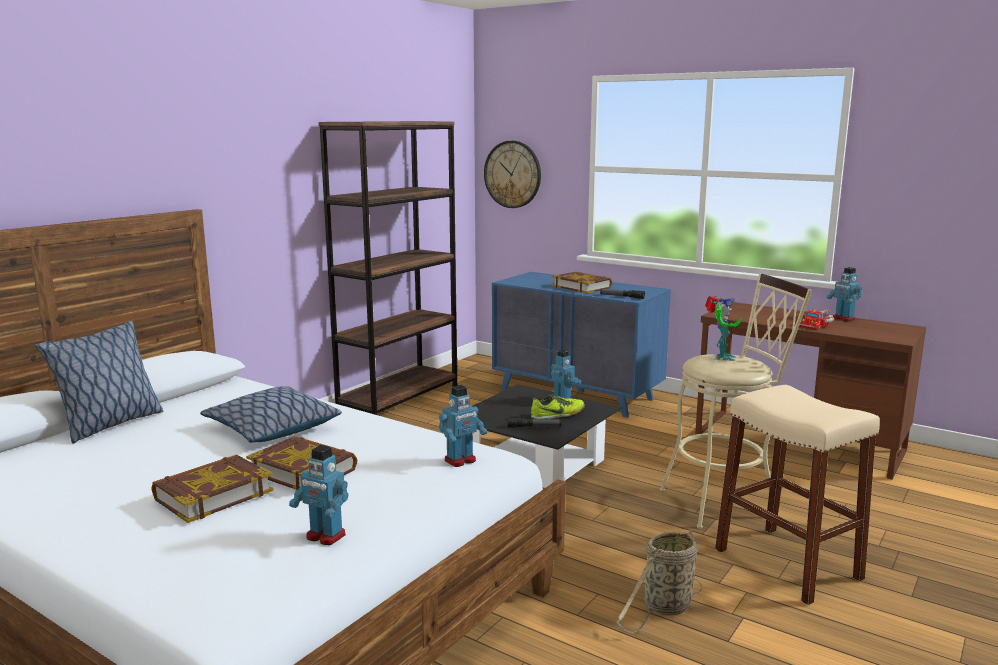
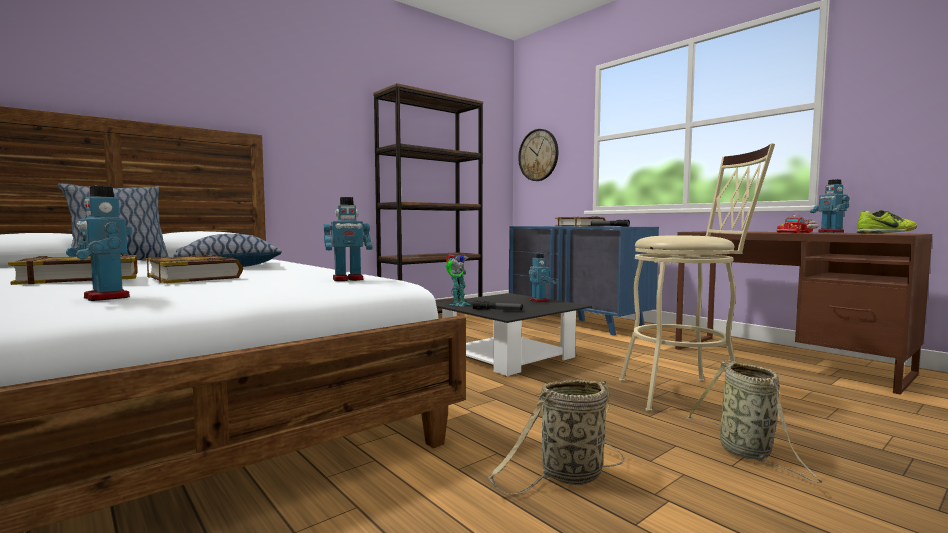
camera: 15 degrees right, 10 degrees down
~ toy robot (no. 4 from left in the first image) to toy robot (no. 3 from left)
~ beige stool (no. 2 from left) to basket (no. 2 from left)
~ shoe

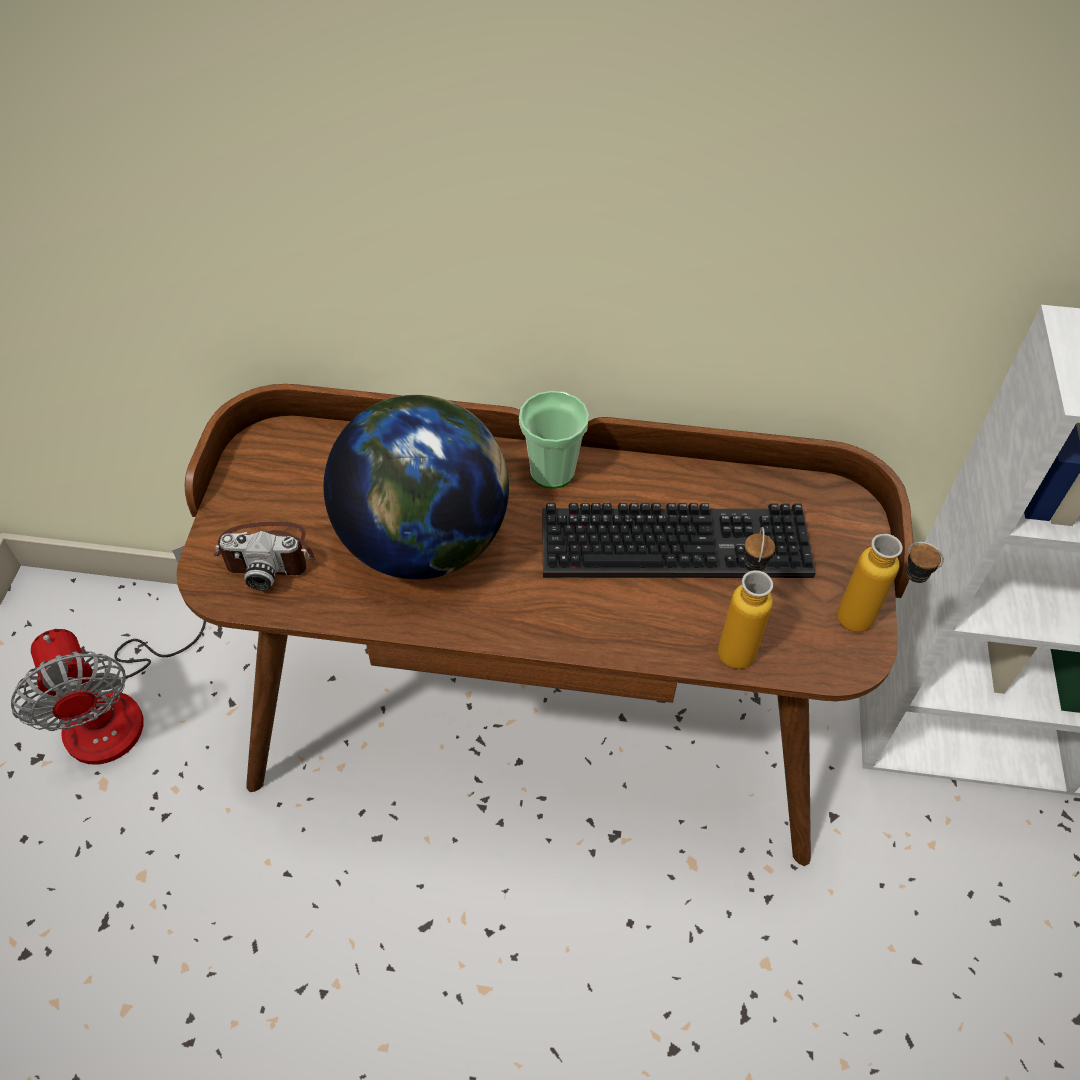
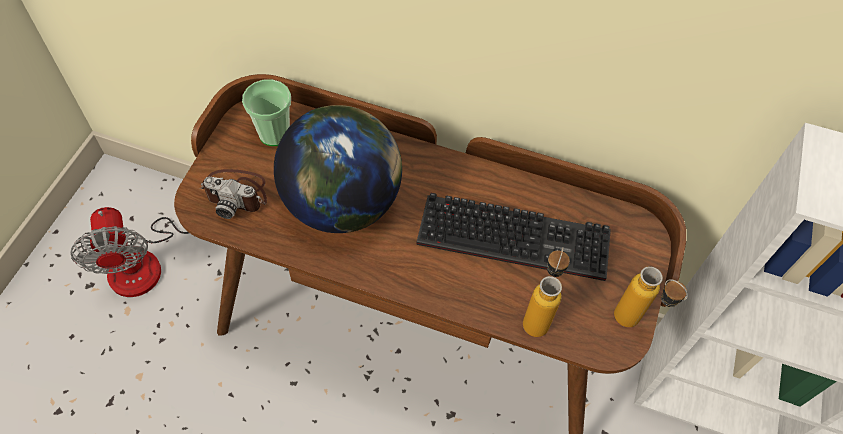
camera: 10 degrees right, 5 degrees up
~ cup

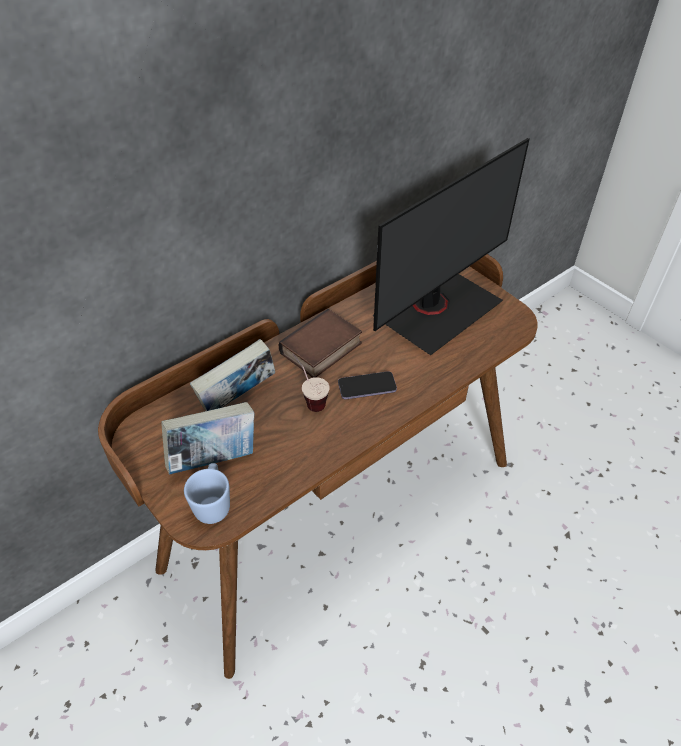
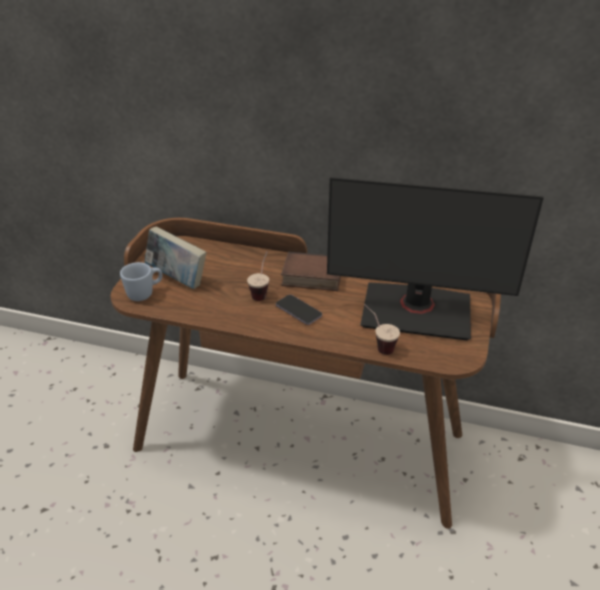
camera: 55 degrees right, 10 degrees down
- book (no. 2 from left)
+ cup (no. 2 from left)

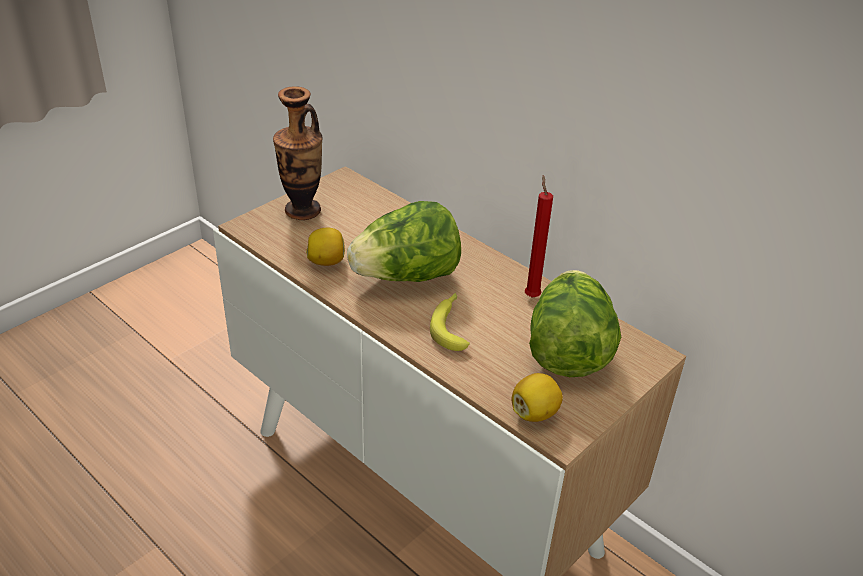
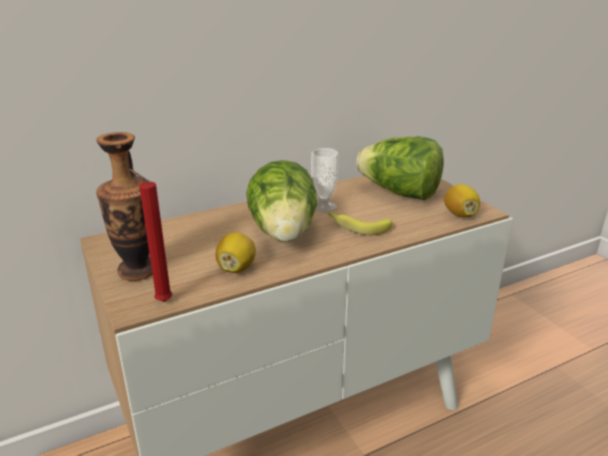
camera: 70 degrees left, 10 degrees down
~ red candle
+ cup

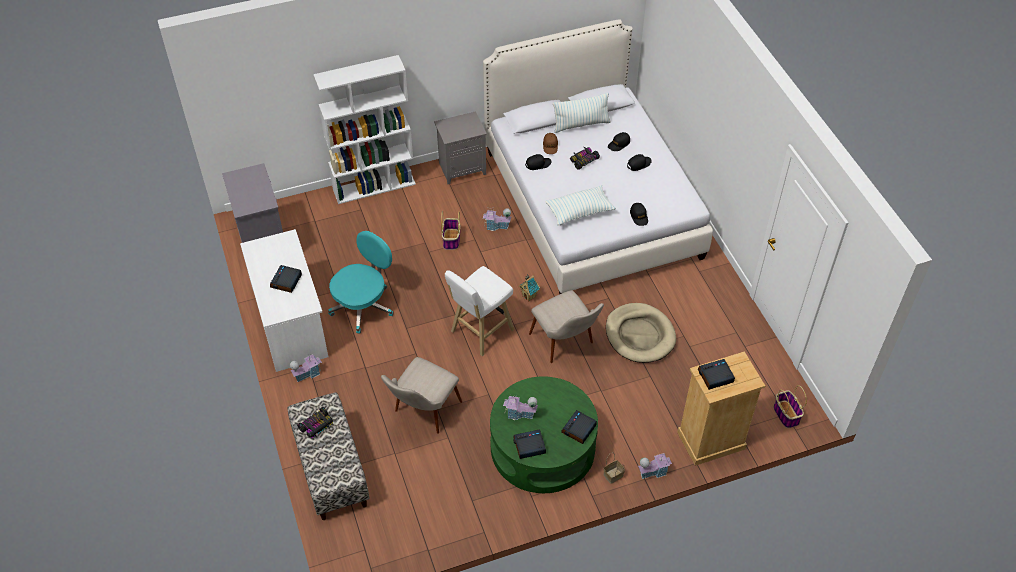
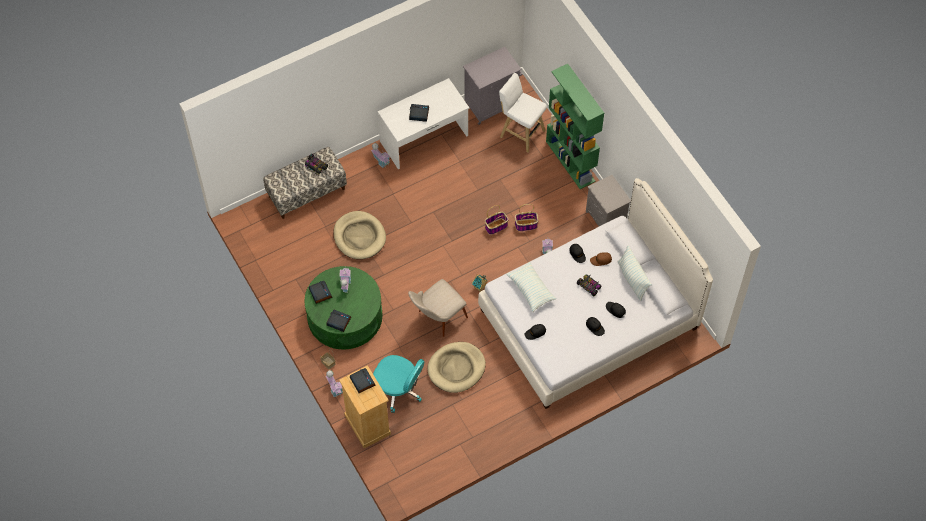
camera: 80 degrees right, 10 degrees up
~ white bookcase to green bookcase
~ turquoise office chair
~ white stool
~ beige chair (no. 1 from left) to beige dog bed (no. 1 from left)
~ basket (no. 3 from left in the first image) to basket (no. 2 from left)

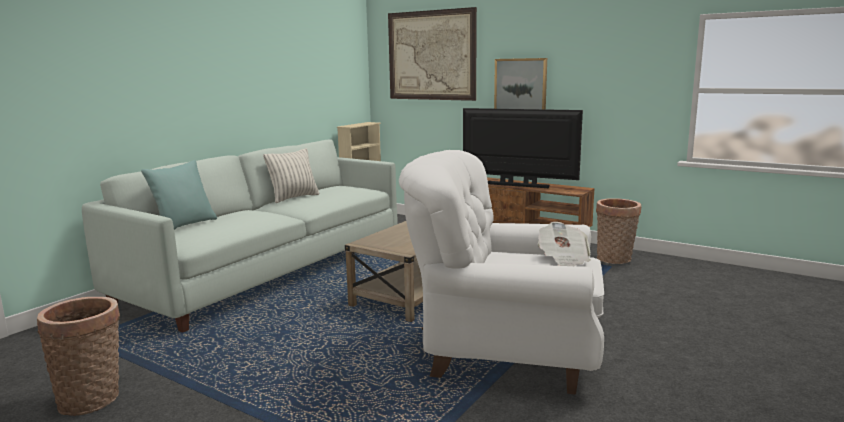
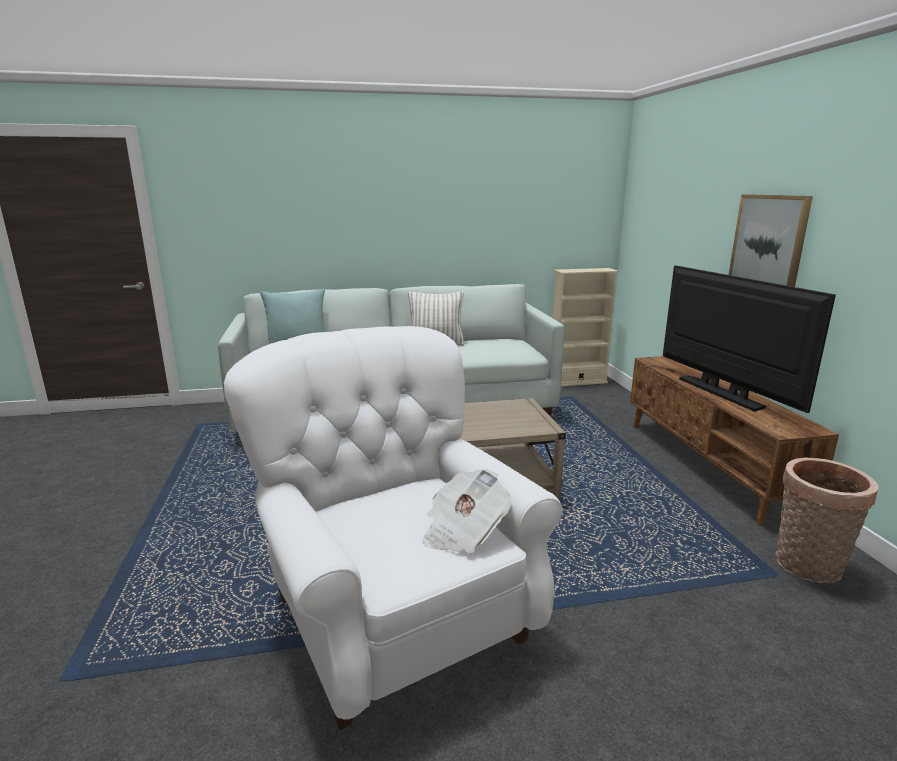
camera: 45 degrees right, 5 degrees up
- picture (no. 1 from left)
- basket (no. 1 from left)

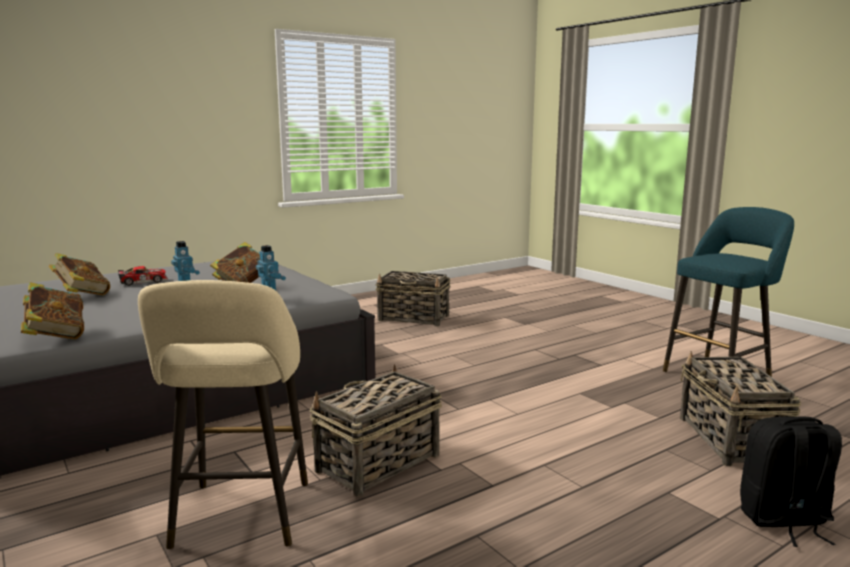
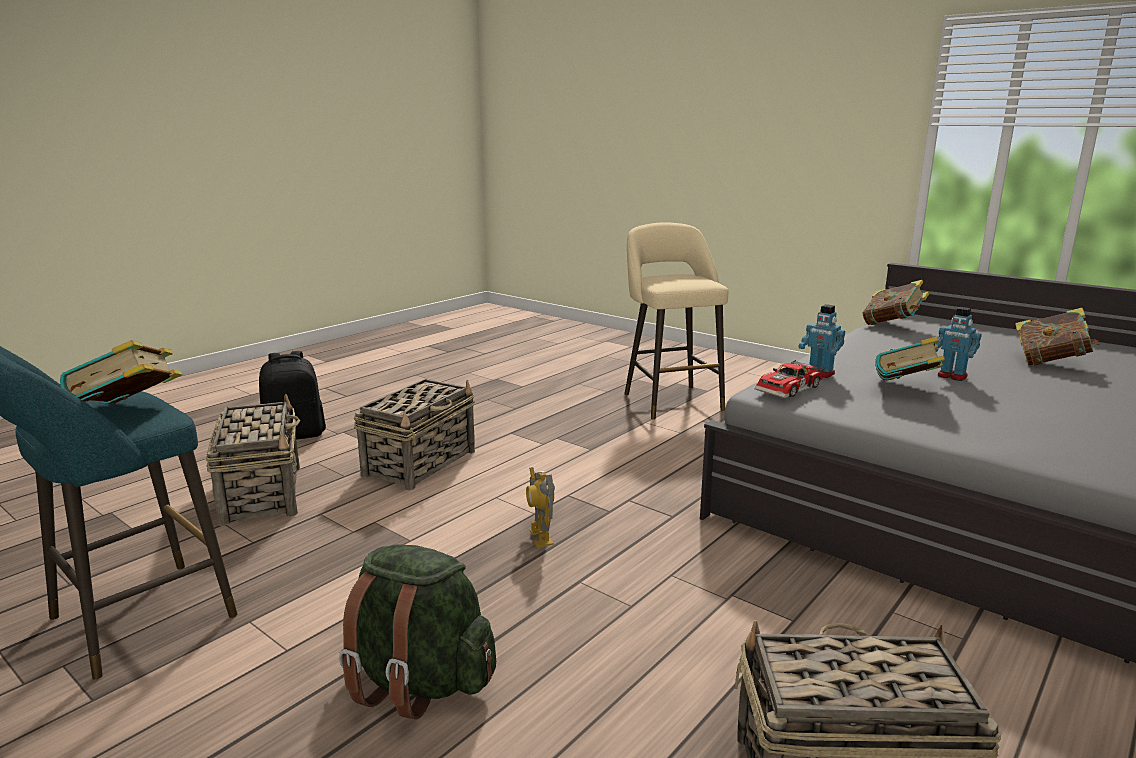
camera: 165 degrees right, 5 degrees up
~ toy car
~ basket (no. 1 from left in the first image) to basket (no. 2 from left)
+ book (no. 1 from left)
+ toy robot (no. 1 from left)
+ green backpack

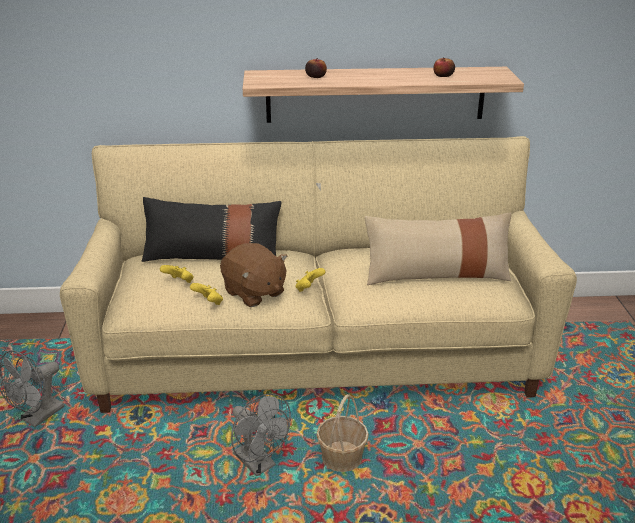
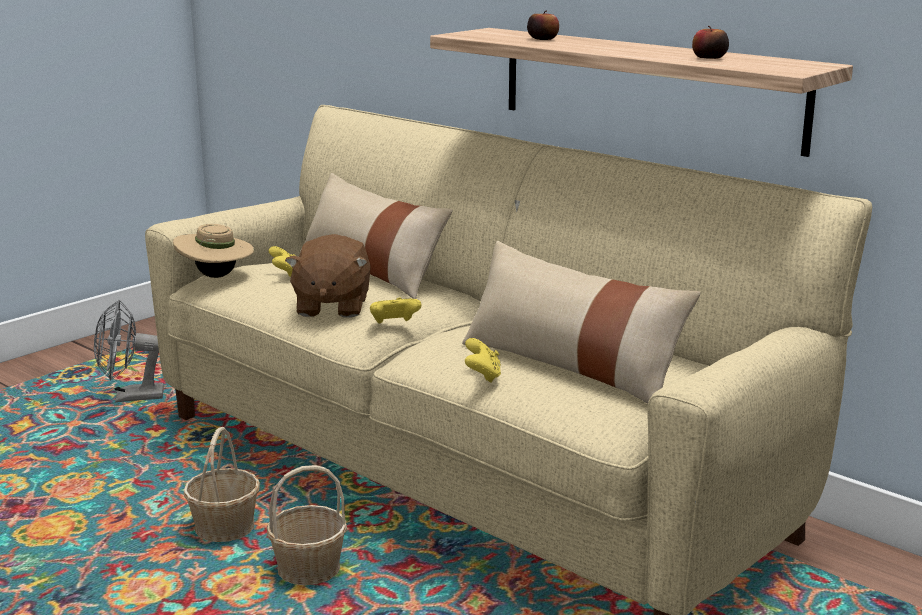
camera: 45 degrees right, 10 degrees down
~ black pillow to beige pillow (no. 1 from left)
~ yellow game controller (no. 2 from left in the first image) to yellow game controller (no. 3 from left)
~ grey fan (no. 2 from left) to basket (no. 1 from left)
+ beige hat

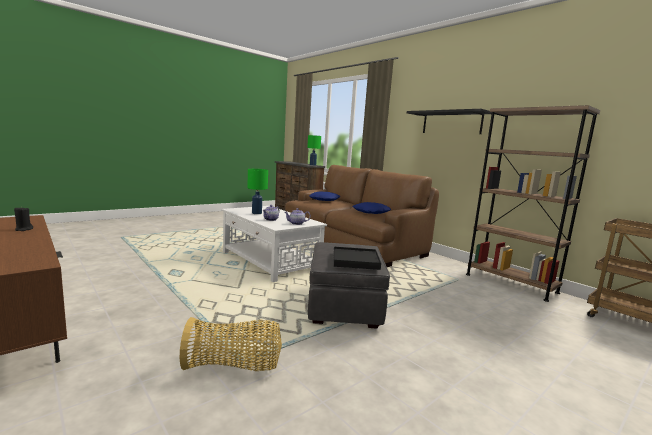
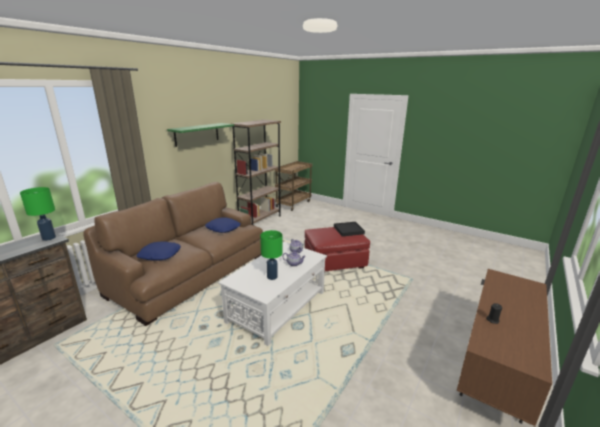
camera: 105 degrees left, 10 degrees up
~ black shelf to green shelf
~ grey ottoman to red ottoman
- basket

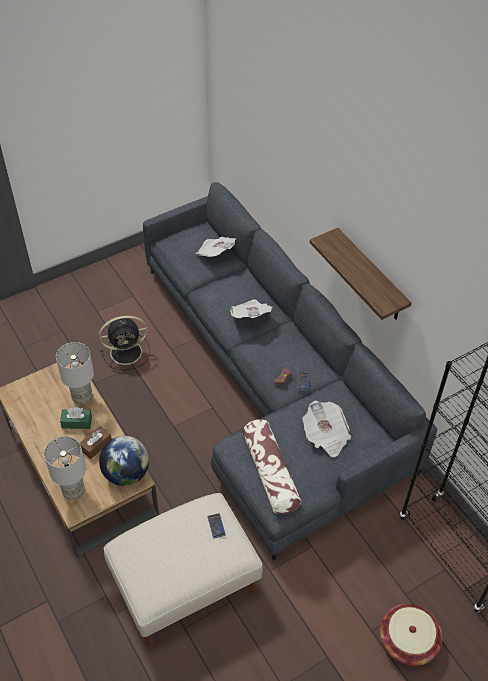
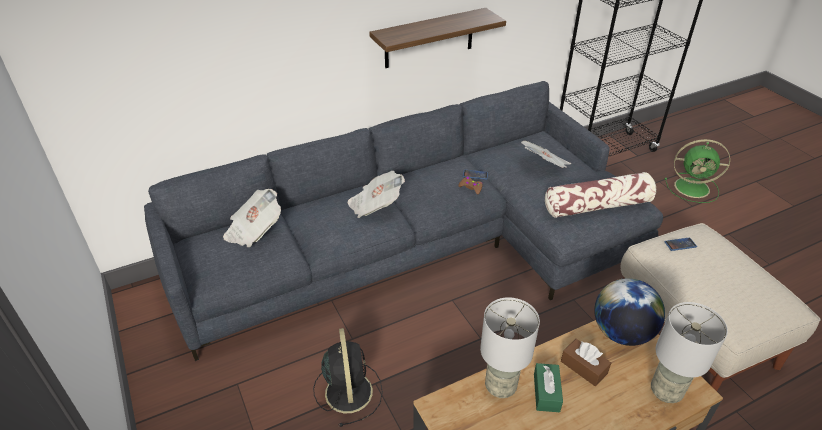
camera: 85 degrees left, 10 degrees down
~ basket to green fan

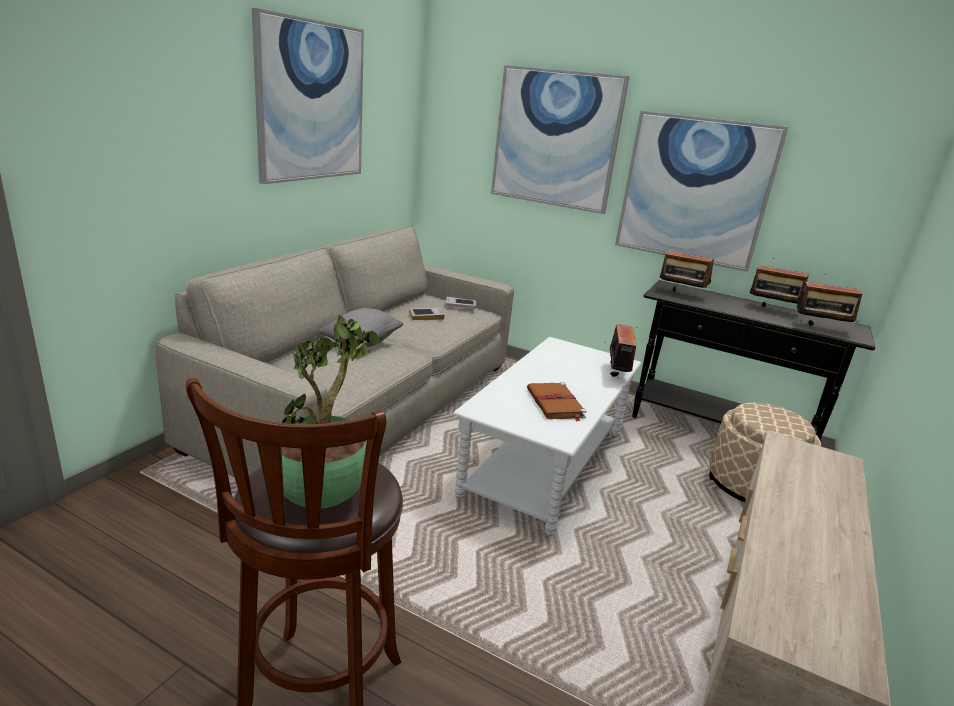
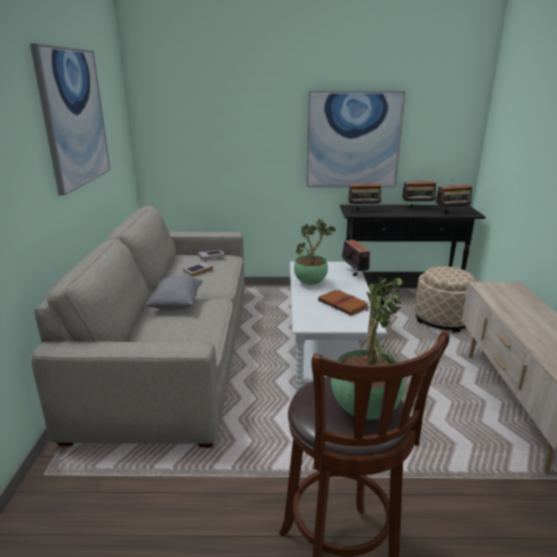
camera: 25 degrees left, 0 degrees up
- picture (no. 2 from left)
+ potted plant (no. 1 from left)

